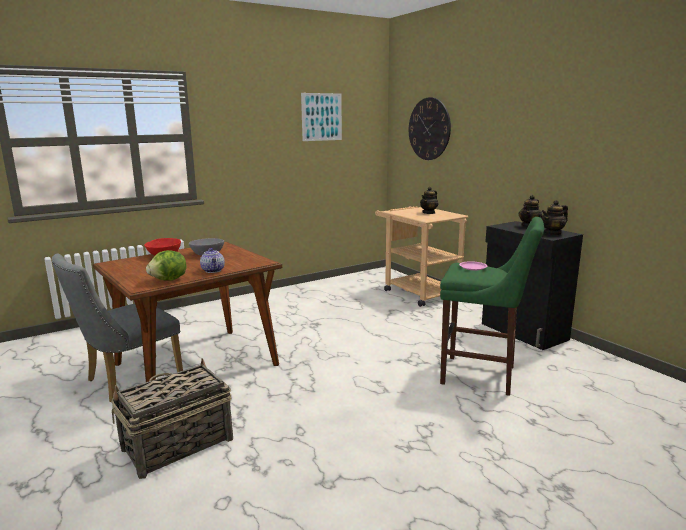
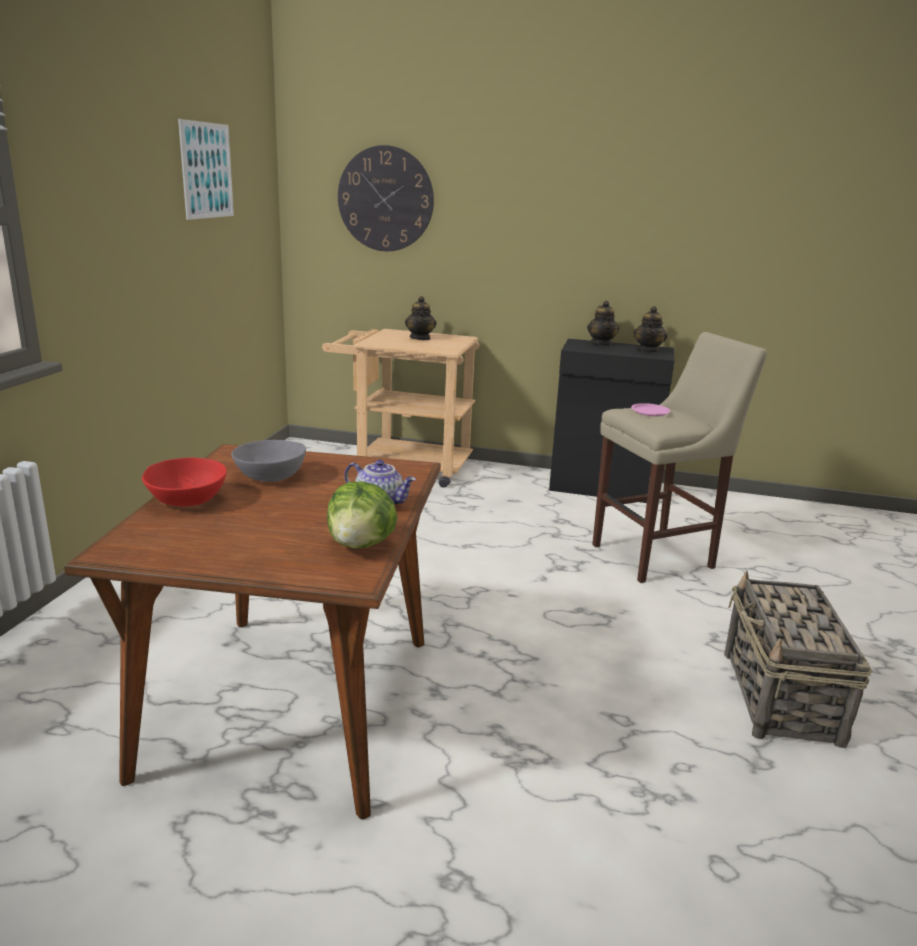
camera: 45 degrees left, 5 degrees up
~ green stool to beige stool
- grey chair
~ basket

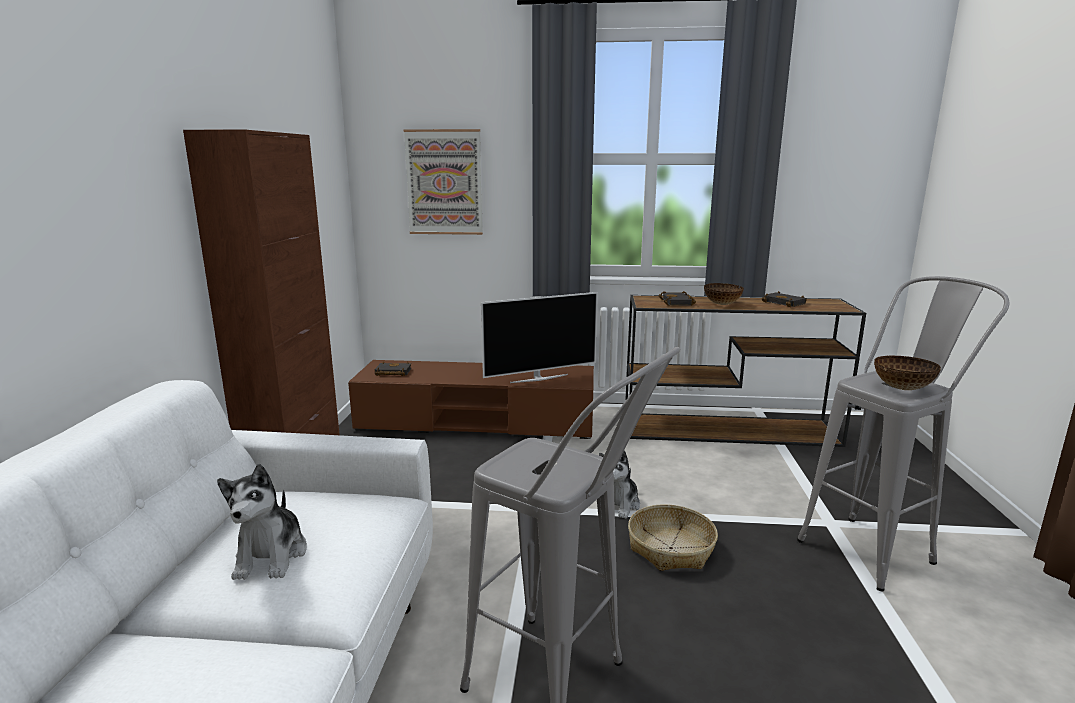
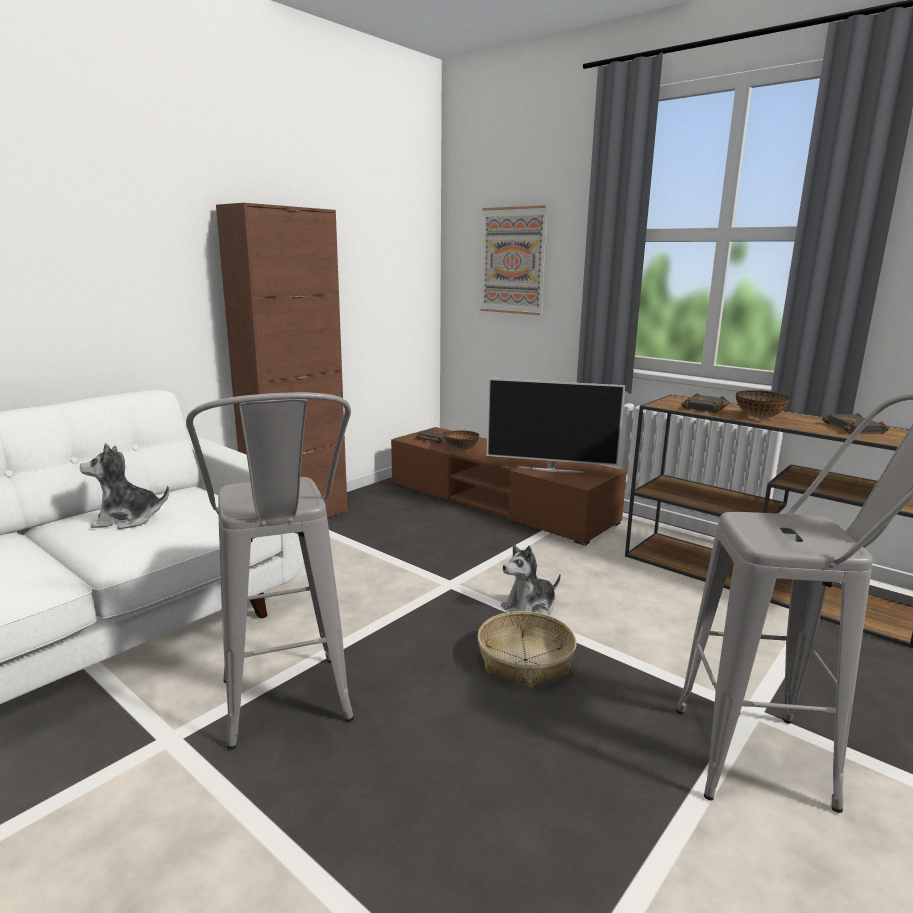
camera: 35 degrees right, 0 degrees up
~ bowl (no. 2 from left in the first image) to bowl (no. 1 from left)
~ plush toy (no. 1 from left) 45 degrees clockwise

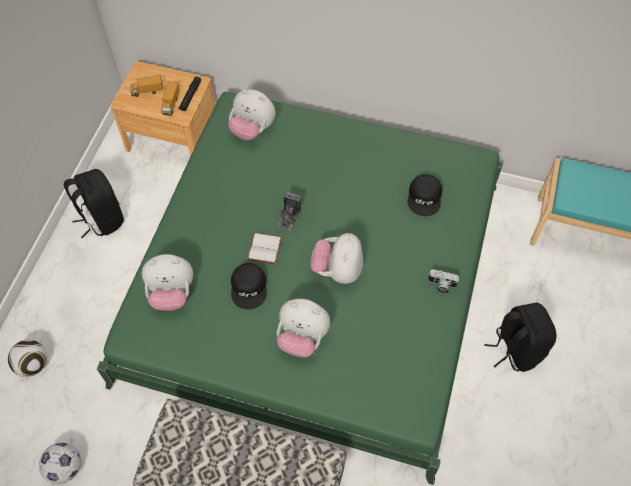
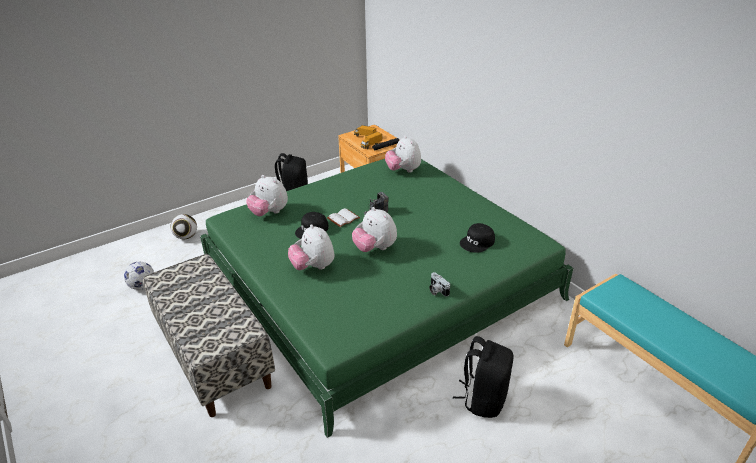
camera: 40 degrees right, 25 degrees down
~ plush toy (no. 4 from left in the first image) 90 degrees counterclockwise

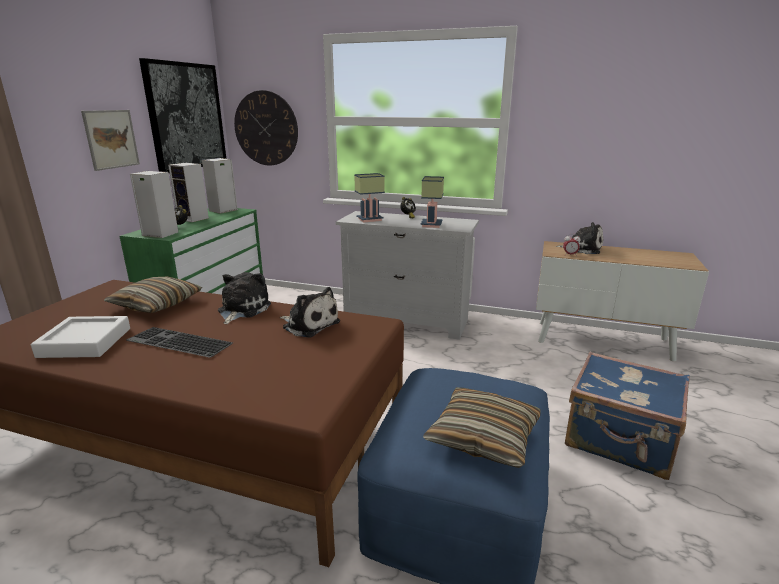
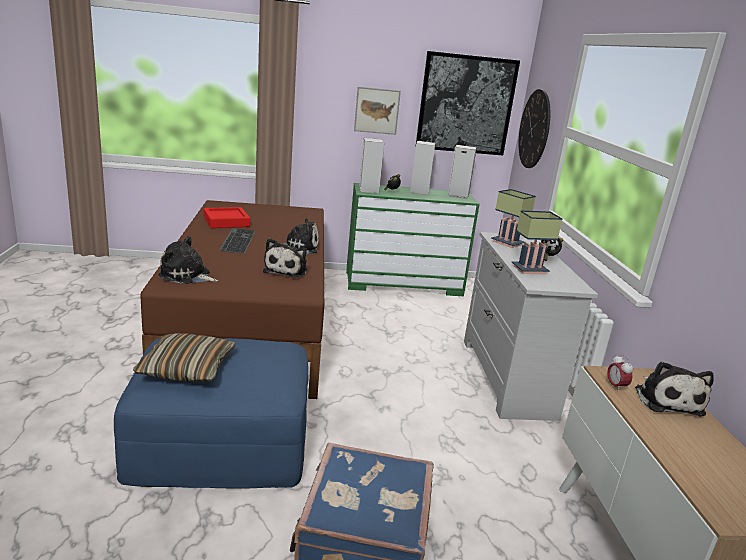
camera: 65 degrees right, 0 degrees up
- pillow (no. 1 from left)
~ white tray to red tray
+ plush toy (no. 1 from left)

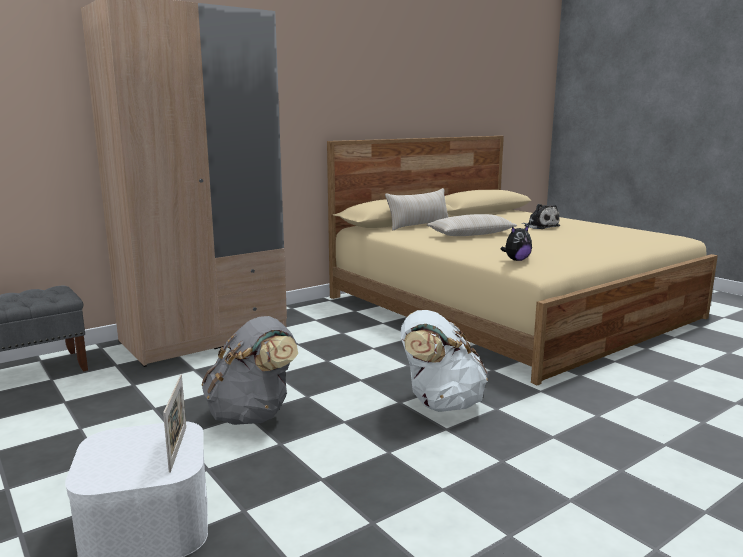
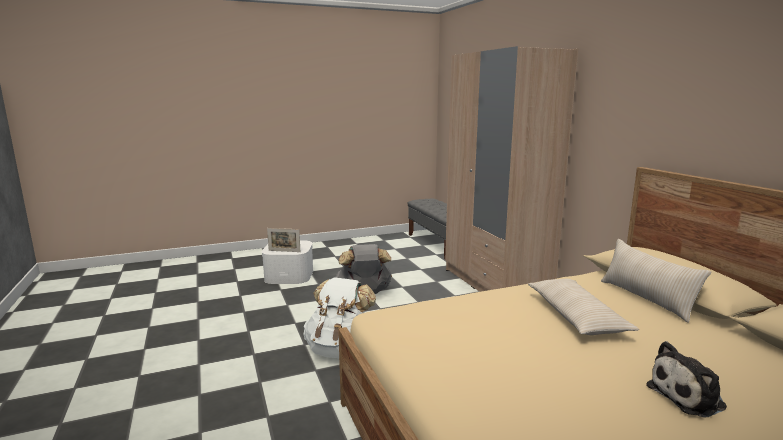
camera: 105 degrees right, 0 degrees up
- plush toy (no. 1 from left)

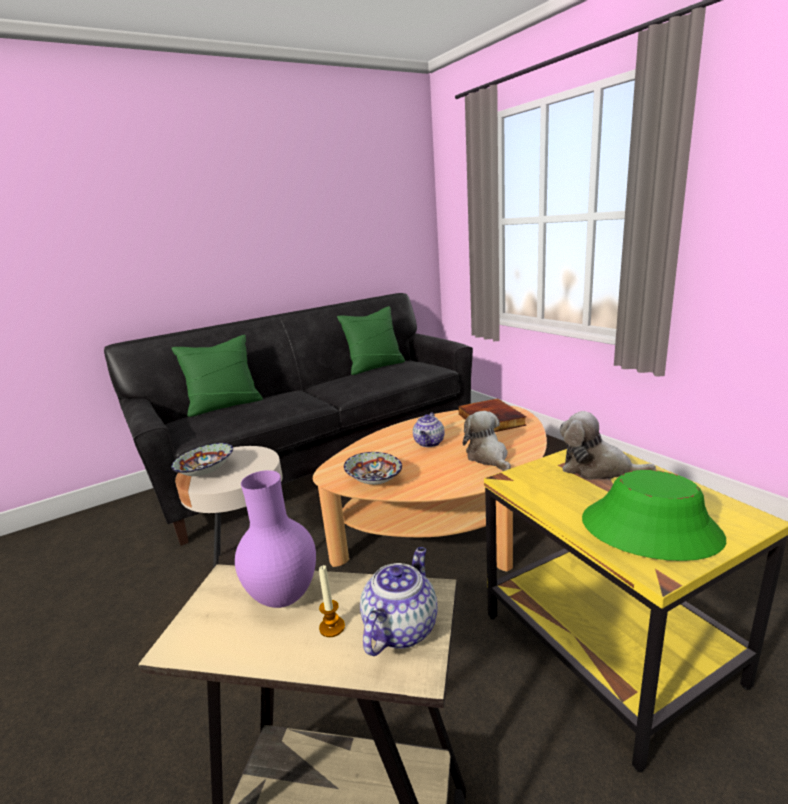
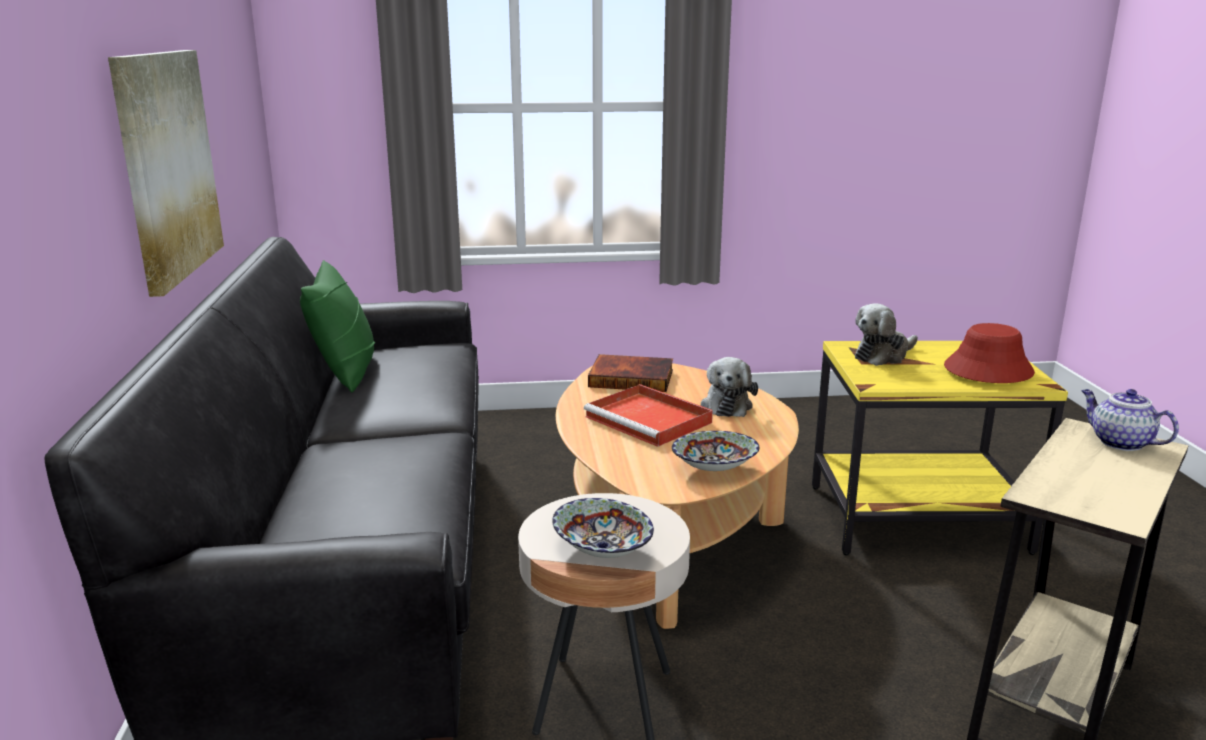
camera: 65 degrees left, 0 degrees up
- green pillow (no. 1 from left)
~ plush toy (no. 1 from left) 90 degrees counterclockwise
~ teapot (no. 2 from left) to red tray
- purple vase
~ green hat to red hat
- candle
+ picture

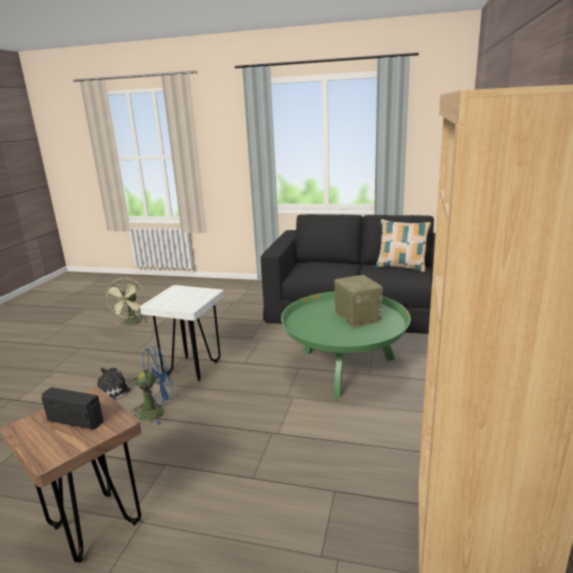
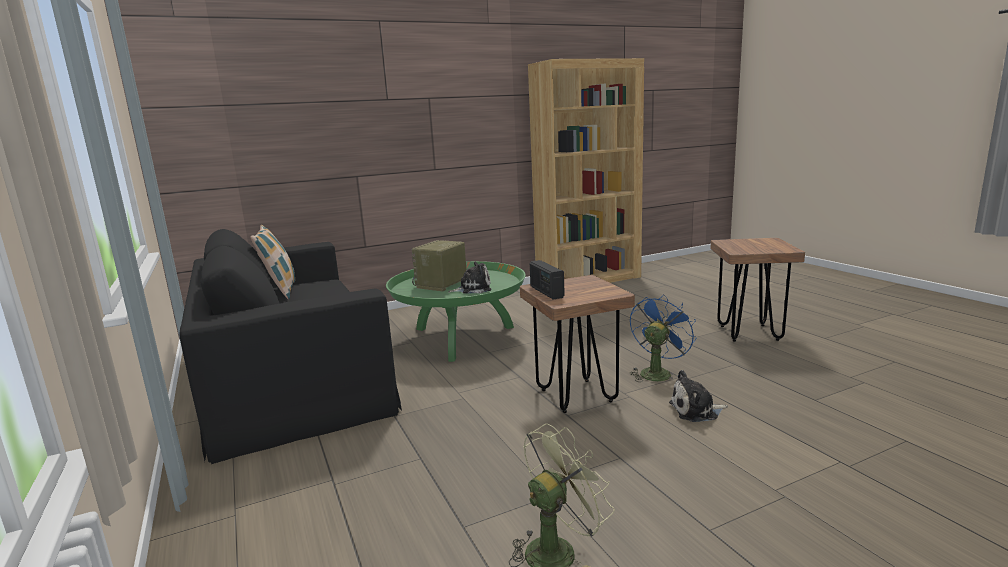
camera: 130 degrees left, 5 degrees down
~ white stool to brown stool (no. 1 from left)
~ blue fan 90 degrees clockwise
~ radio (no. 1 from left in the first image) to radio (no. 2 from left)
+ plush toy (no. 1 from left)

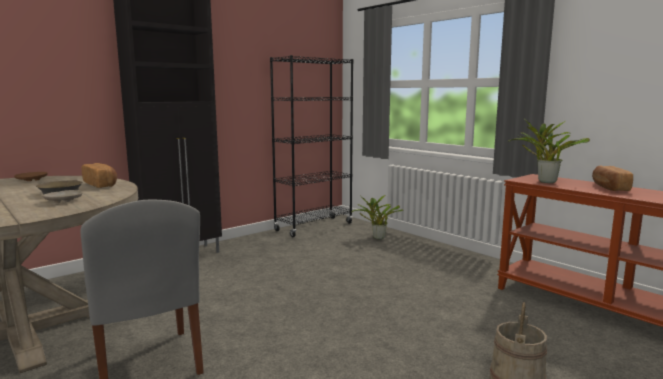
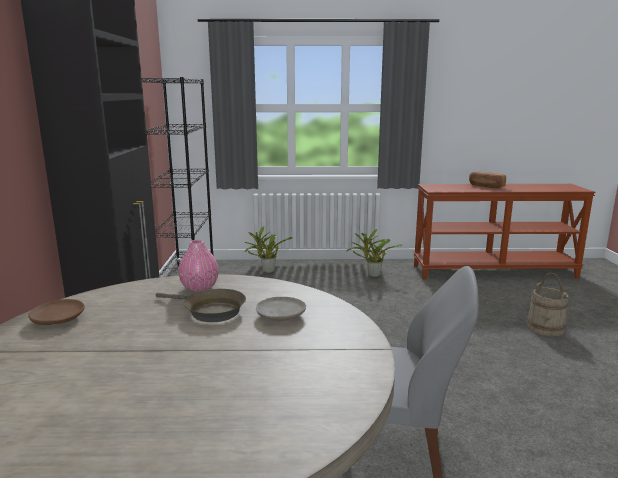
camera: 50 degrees left, 5 degrees up
~ potted plant (no. 2 from left)
~ bread (no. 1 from left) to pink vase

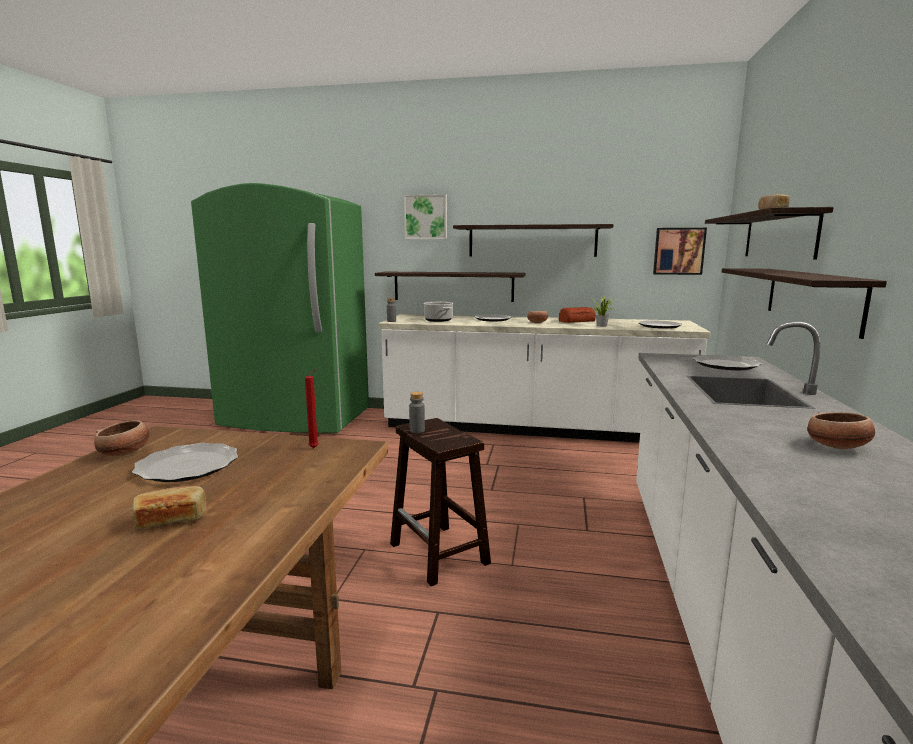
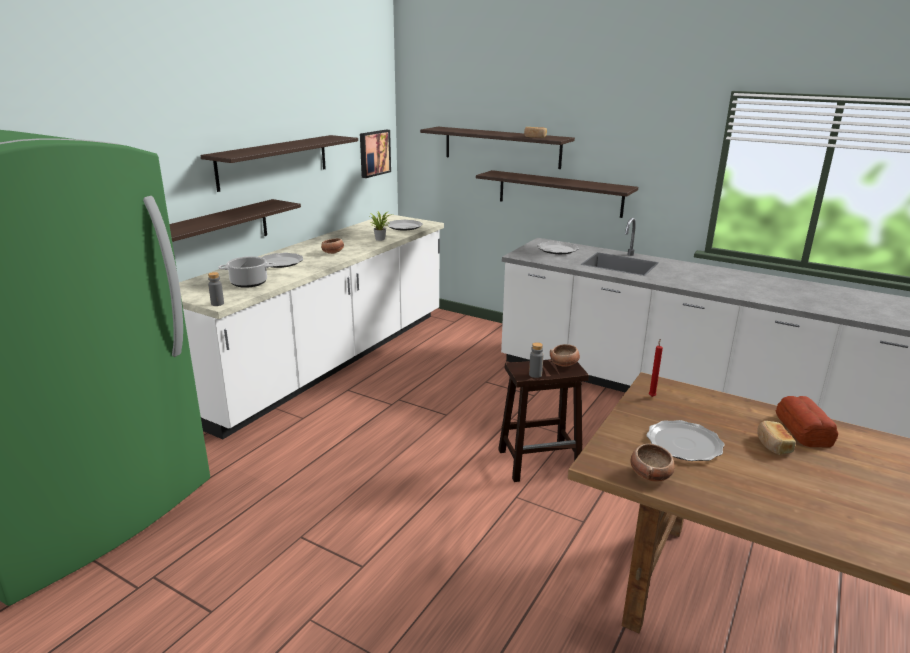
camera: 70 degrees left, 10 degrees up
- picture (no. 1 from left)
~ bread (no. 2 from left in the first image) to bread (no. 3 from left)
~ bowl (no. 3 from left in the first image) to bowl (no. 2 from left)

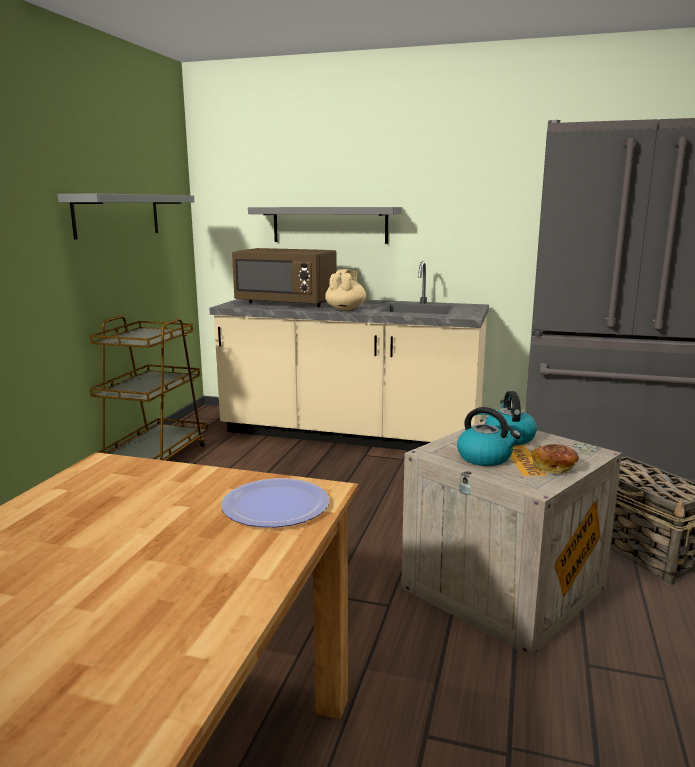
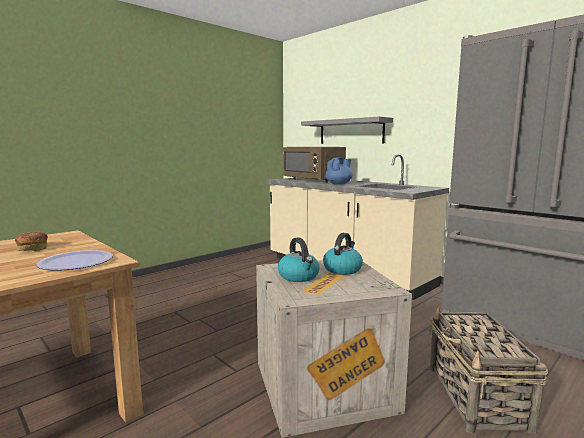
camera: 30 degrees right, 5 degrees down
- grey shelf (no. 1 from left)
~ beige teapot to blue teapot
- brown cart
~ bread

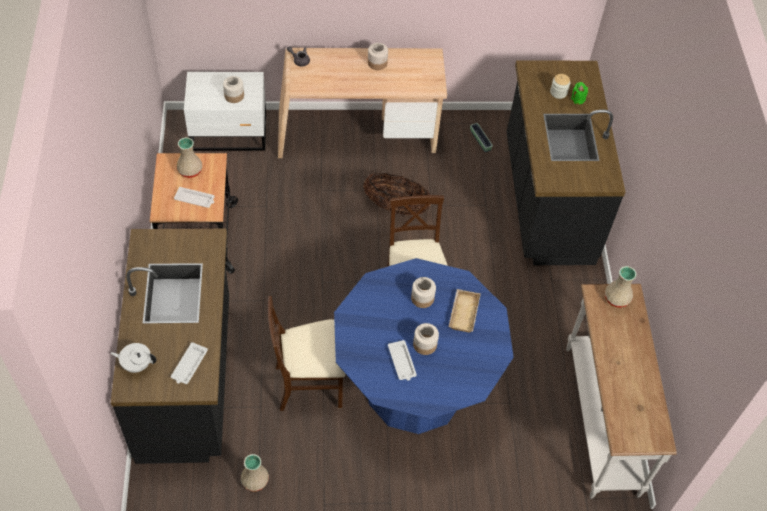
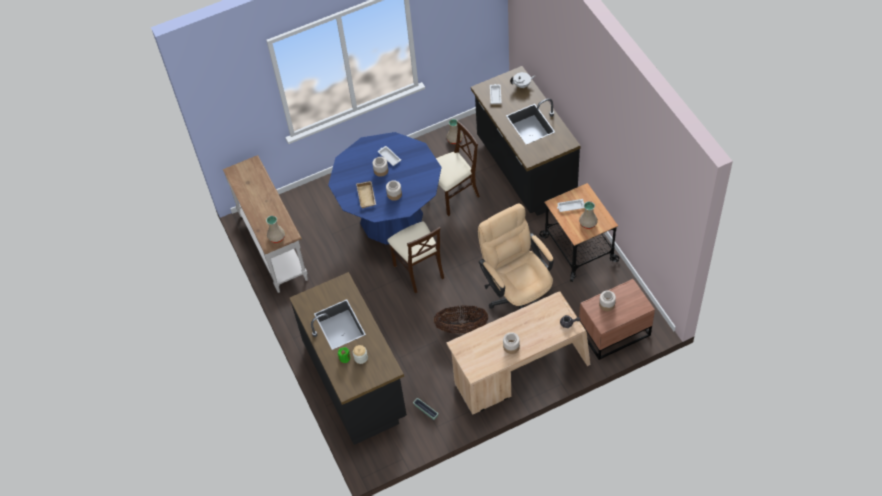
camera: 165 degrees right, 0 degrees up
~ white nightstand to brown nightstand
+ beige office chair

